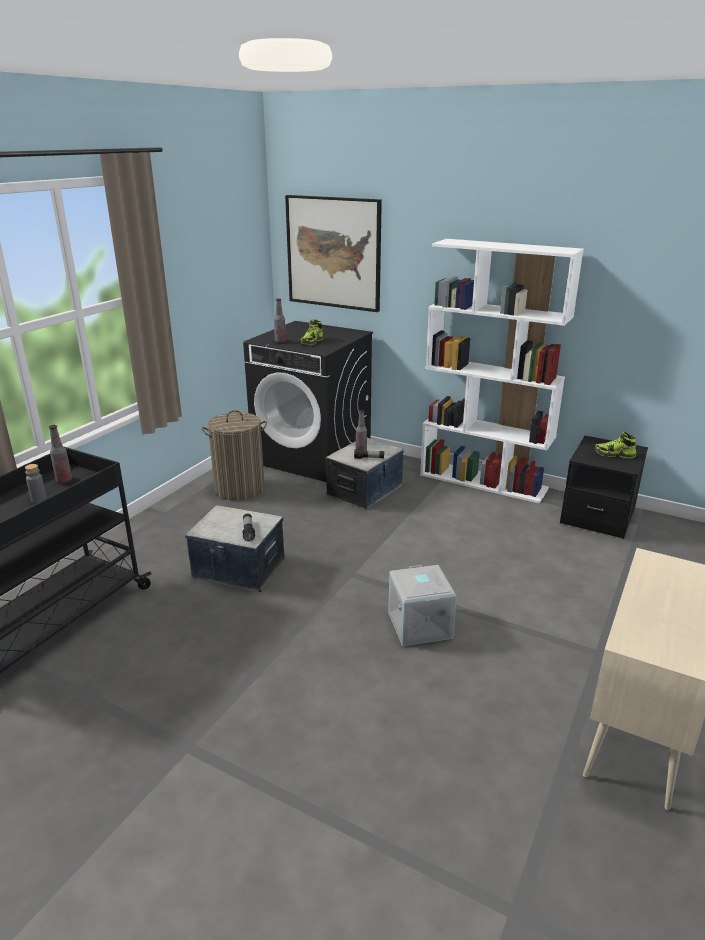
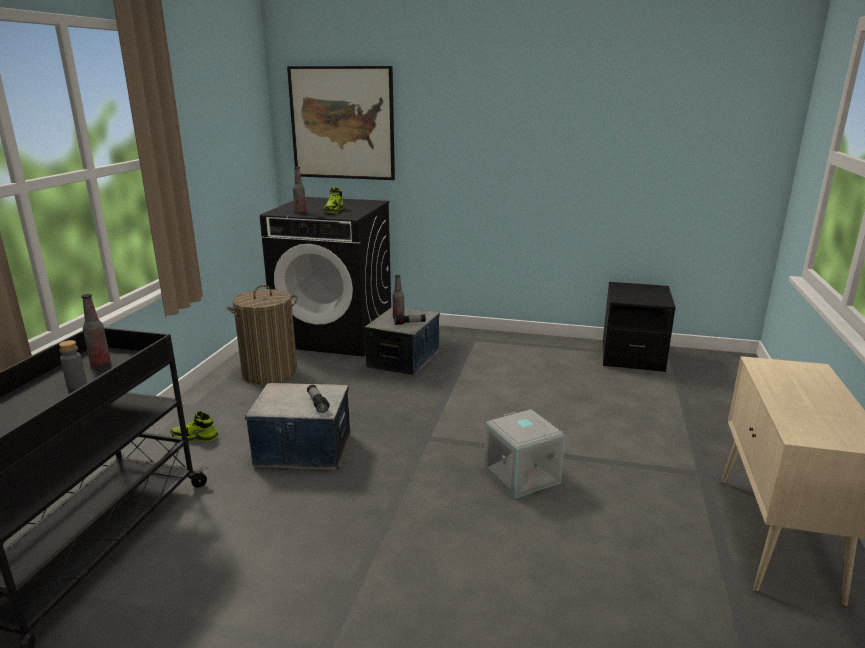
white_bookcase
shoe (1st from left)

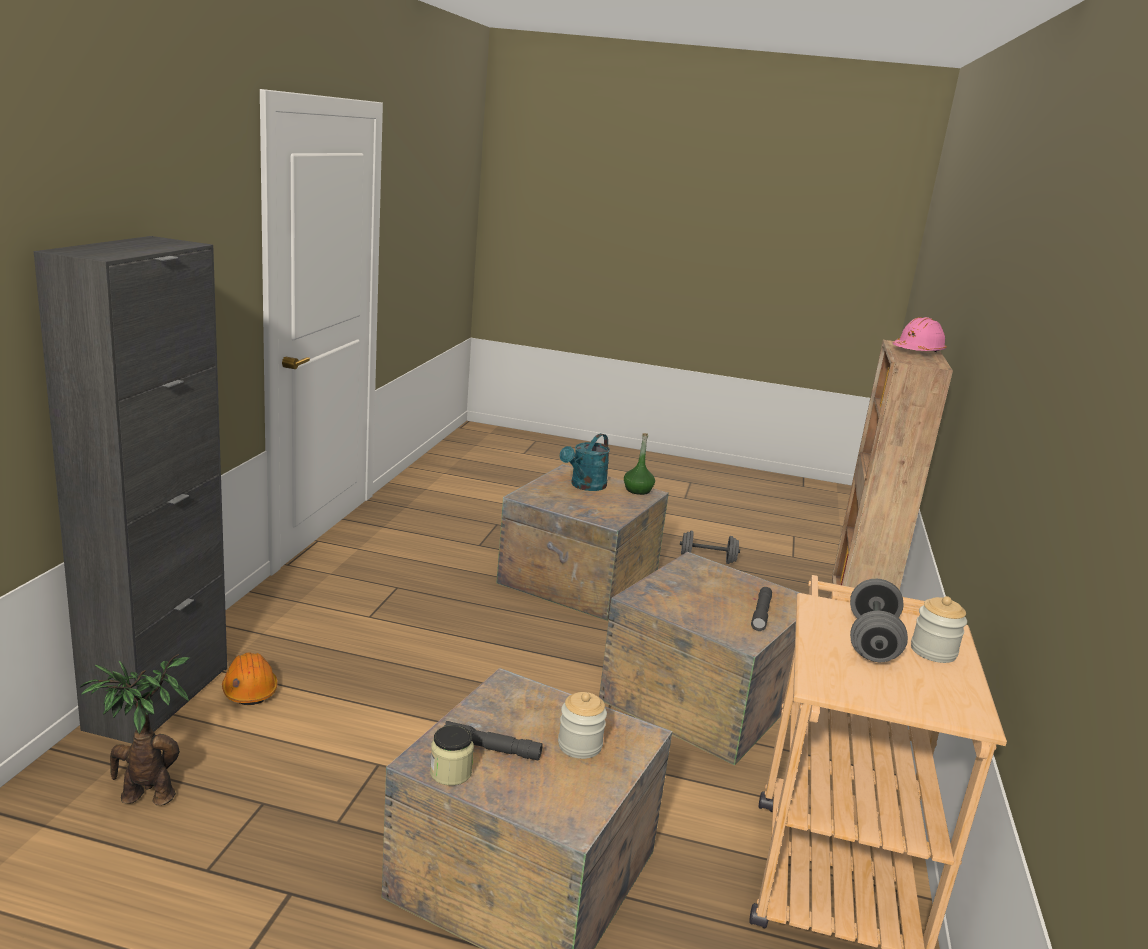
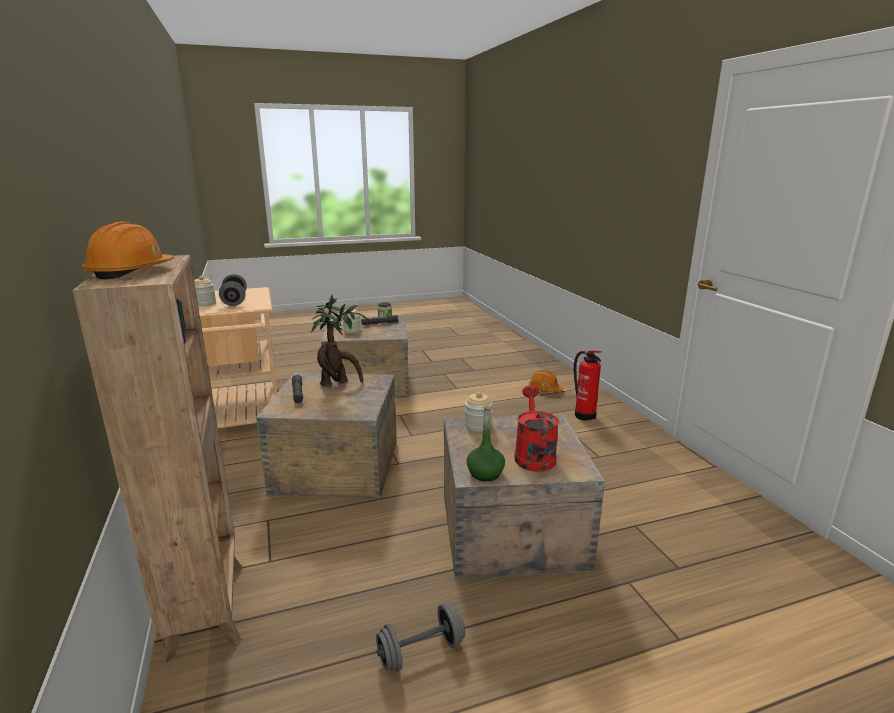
black_cabinet
jar (4th from left)
fire_extinguisher
potted_plant
red_watering_can
orange_hard_hat (1st from left)

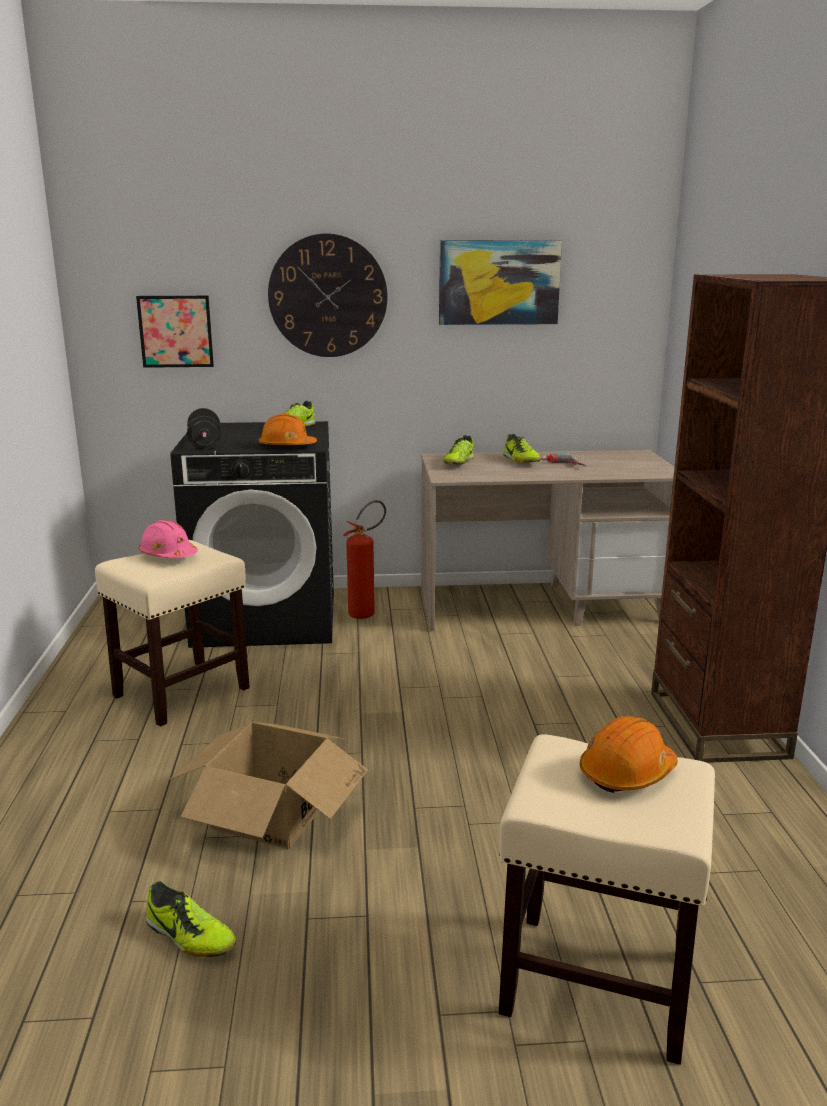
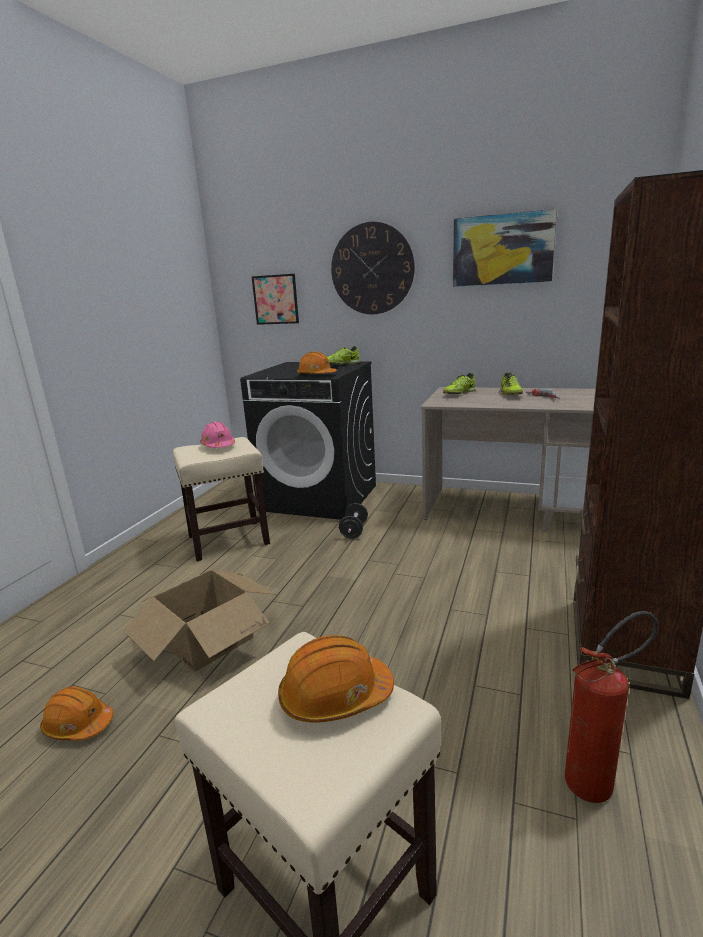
black_dumbbell
fire_extinguisher
orange_hard_hat (1st from left)

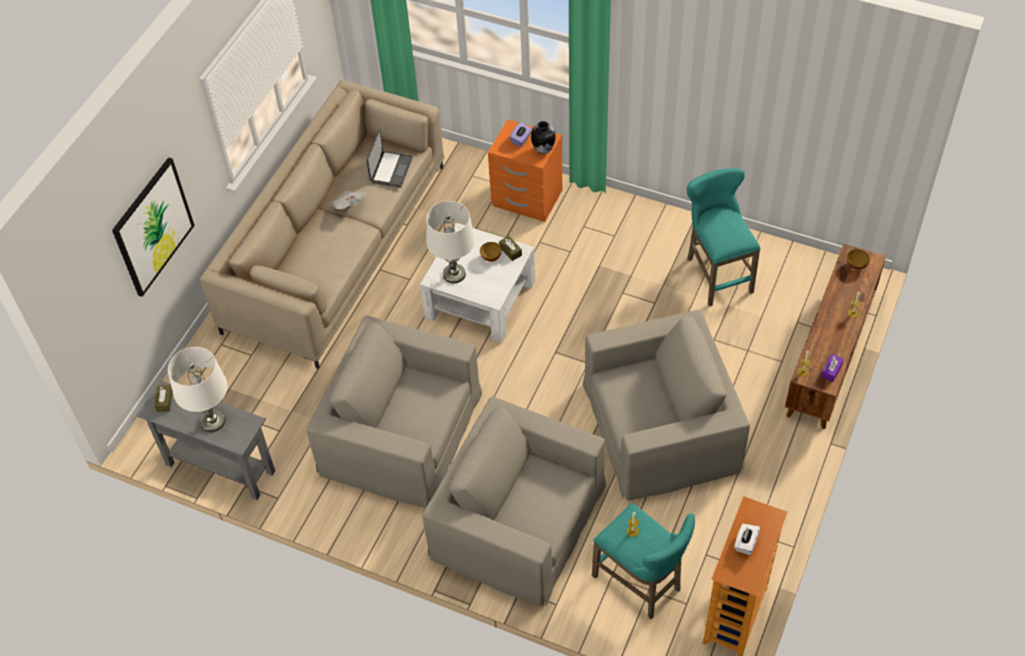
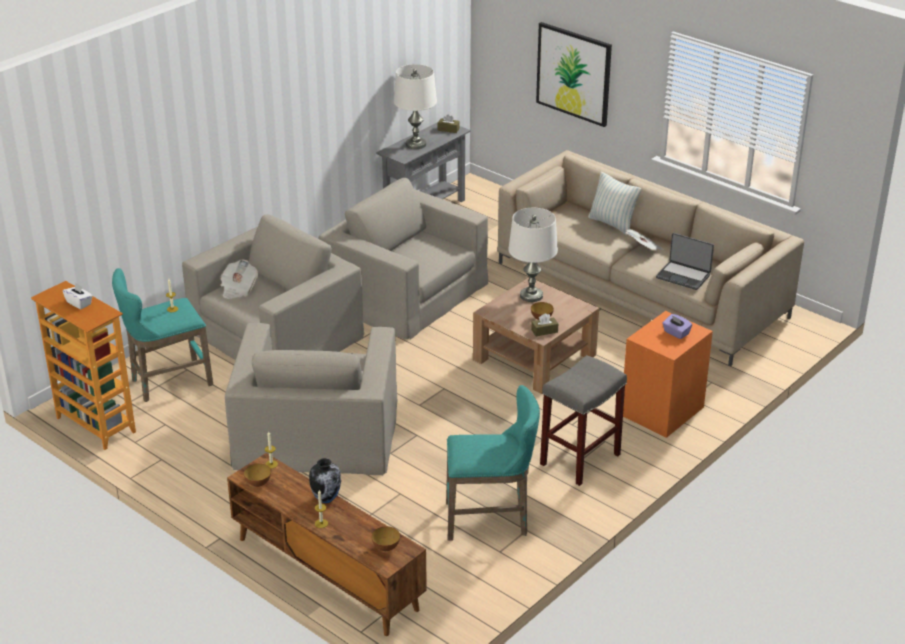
newspaper (1st from left)
grey_stool
pillow
vase
bowl (1st from left)
brown_coffee_table
beige_armchair (3rd from left)

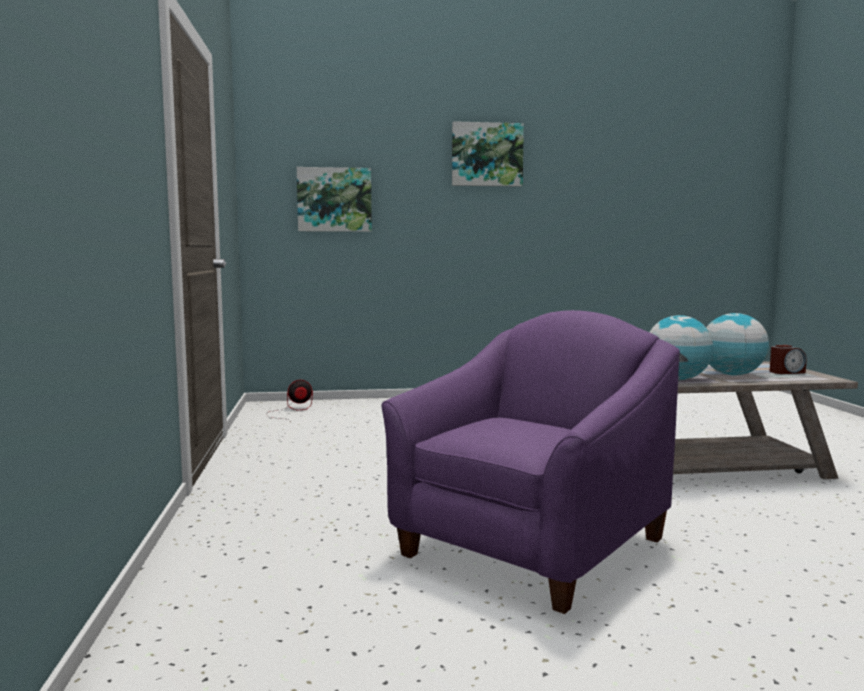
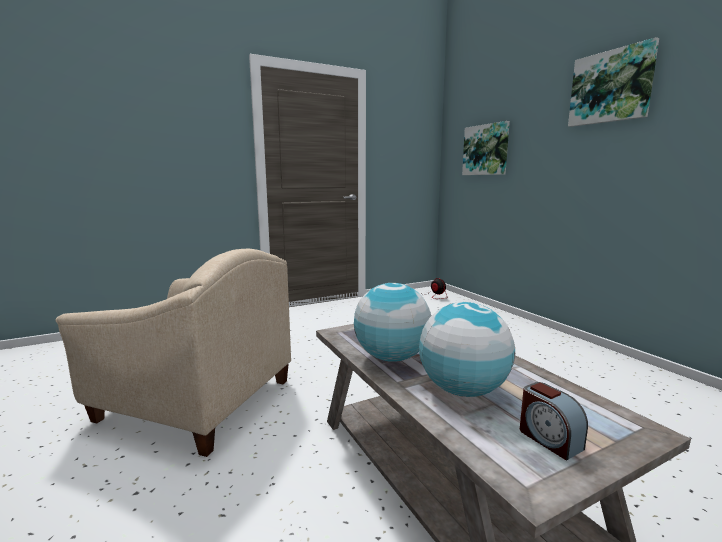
beige_armchair

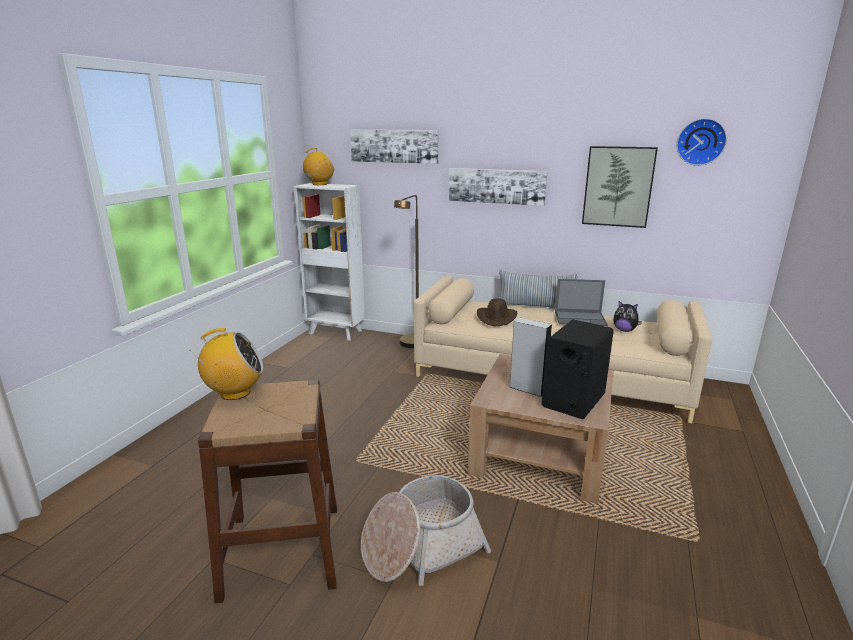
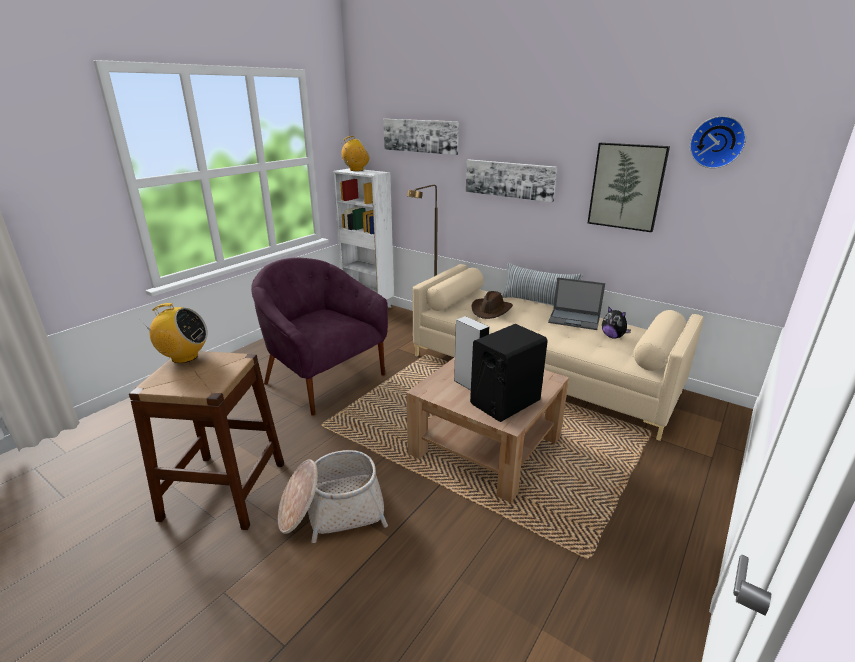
purple_armchair

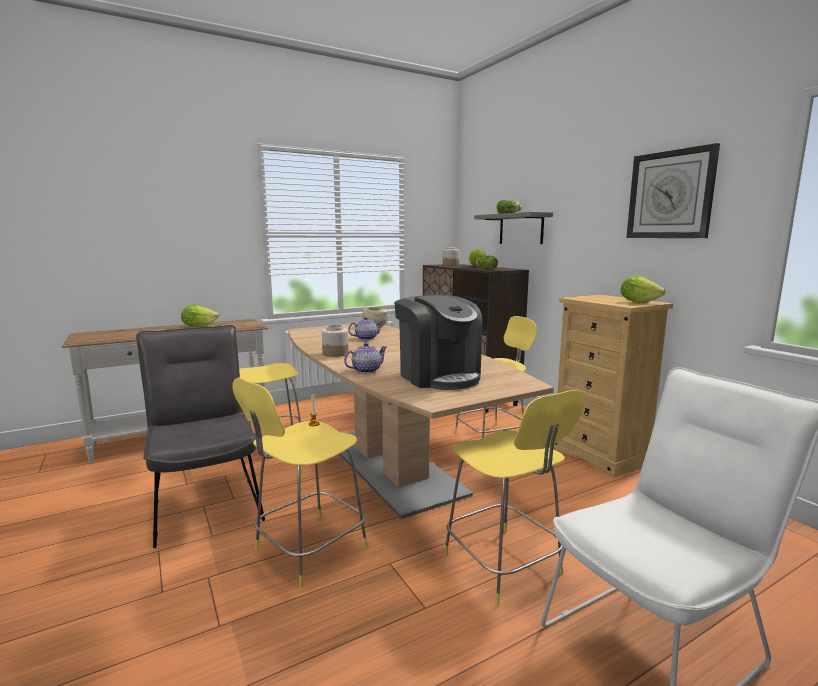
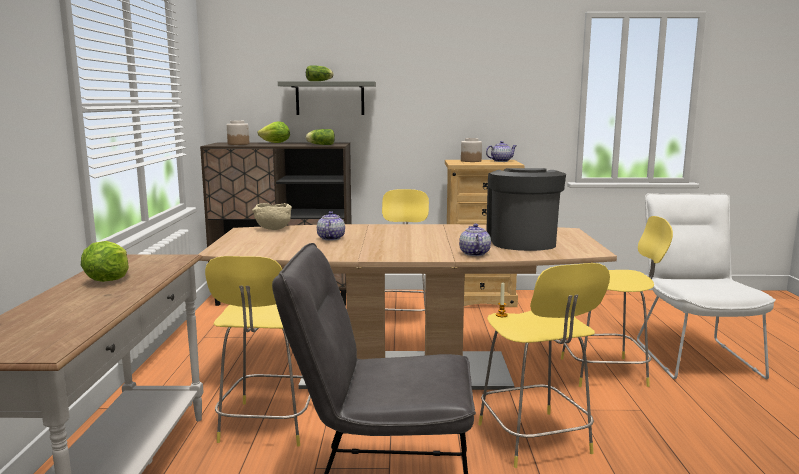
wall_clock
jar (2nd from left)
teapot (3rd from left)
coffee_machine

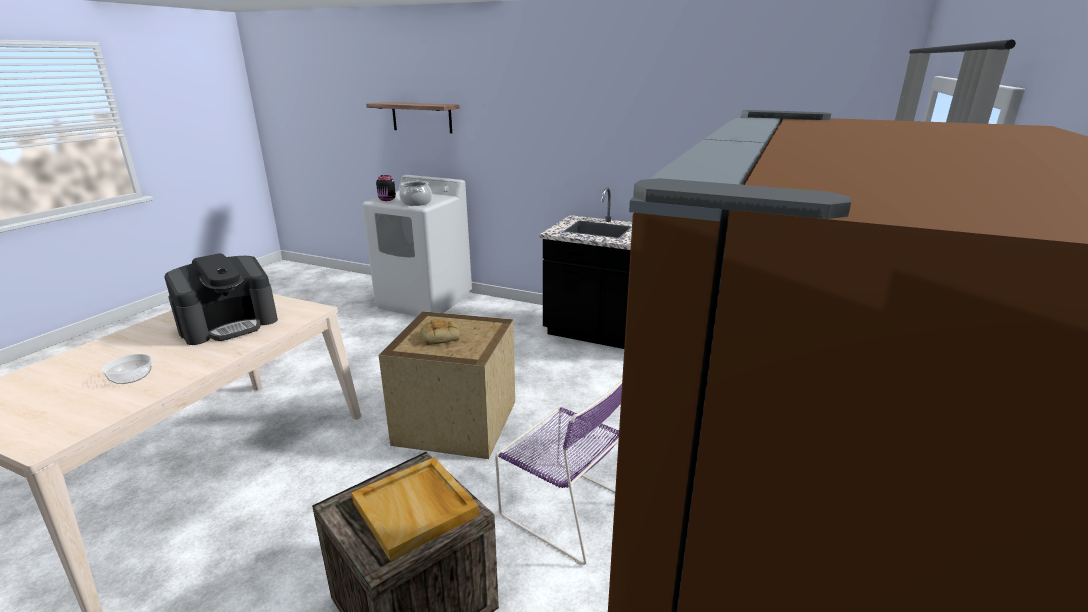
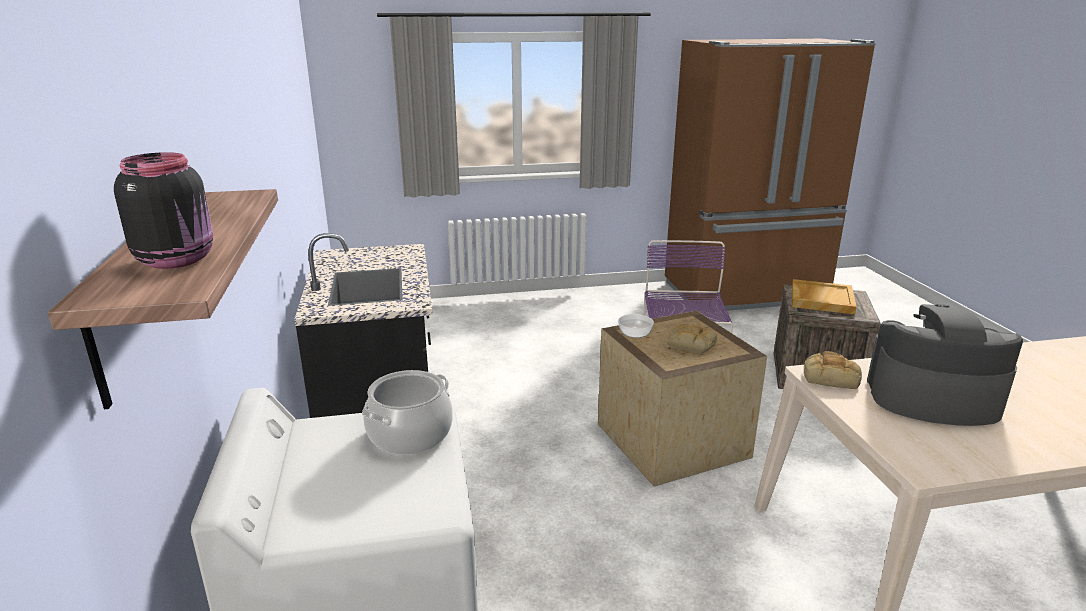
bread (2nd from left)
bowl
black_jar

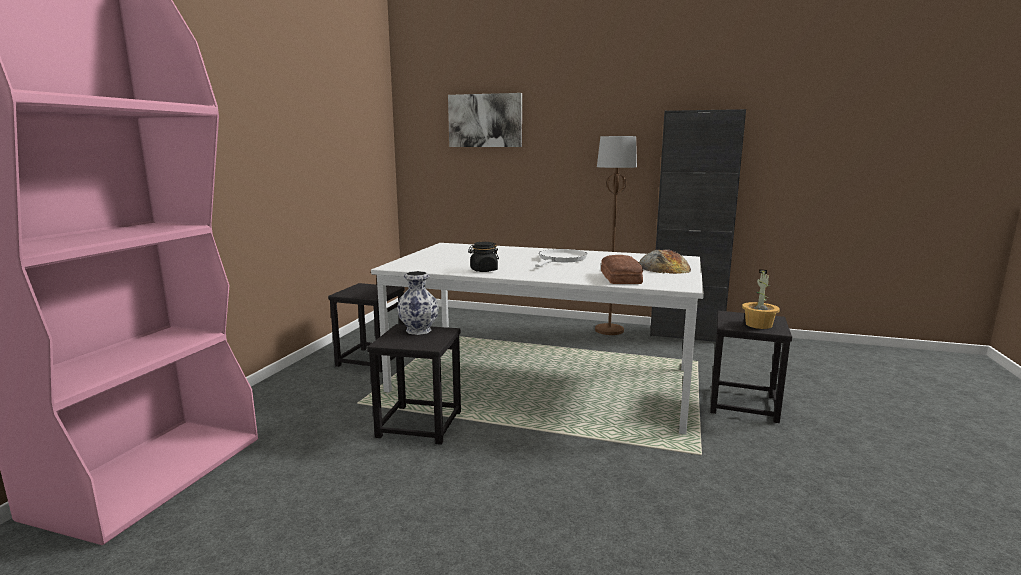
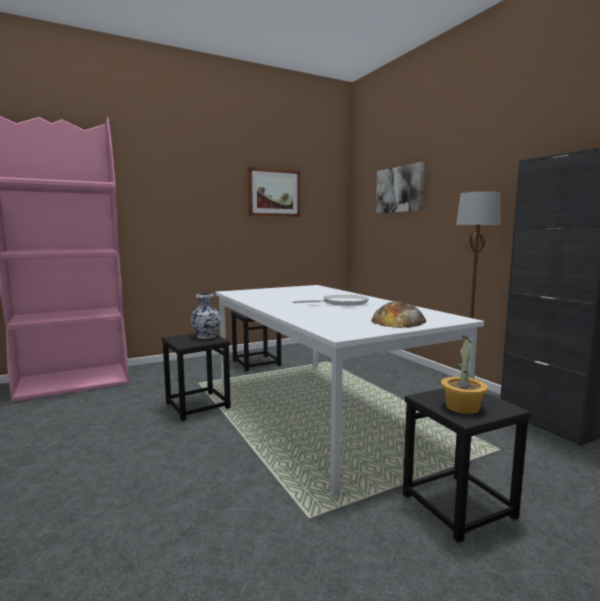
black_jar
bread (1st from left in the first image)
picture (1st from left)

